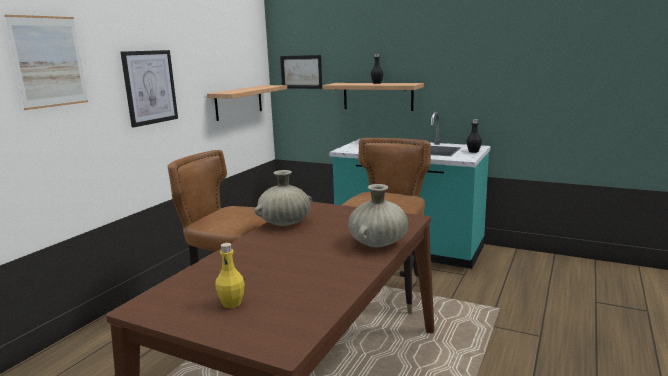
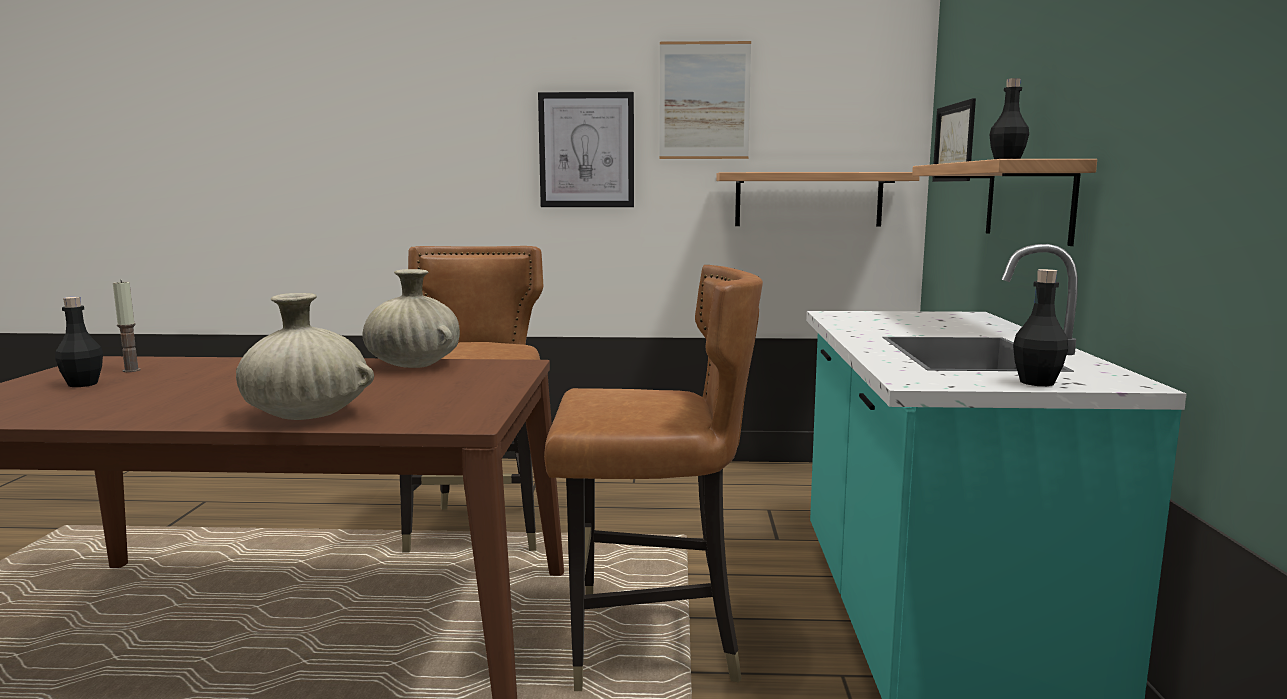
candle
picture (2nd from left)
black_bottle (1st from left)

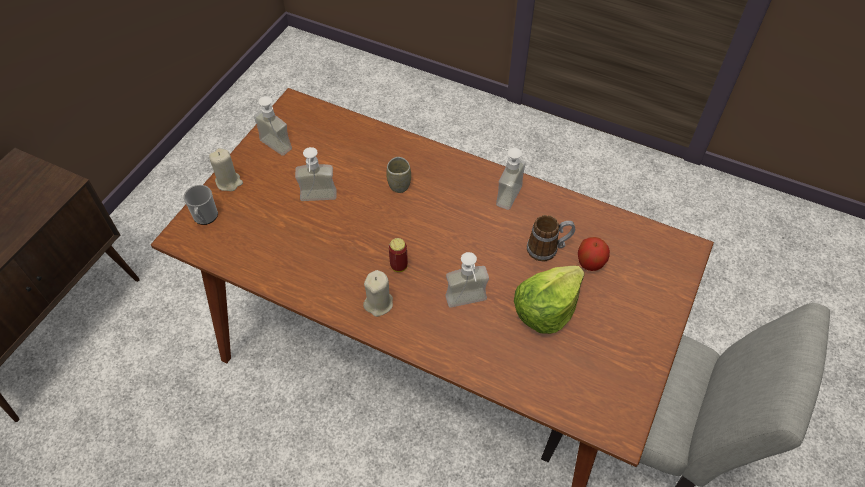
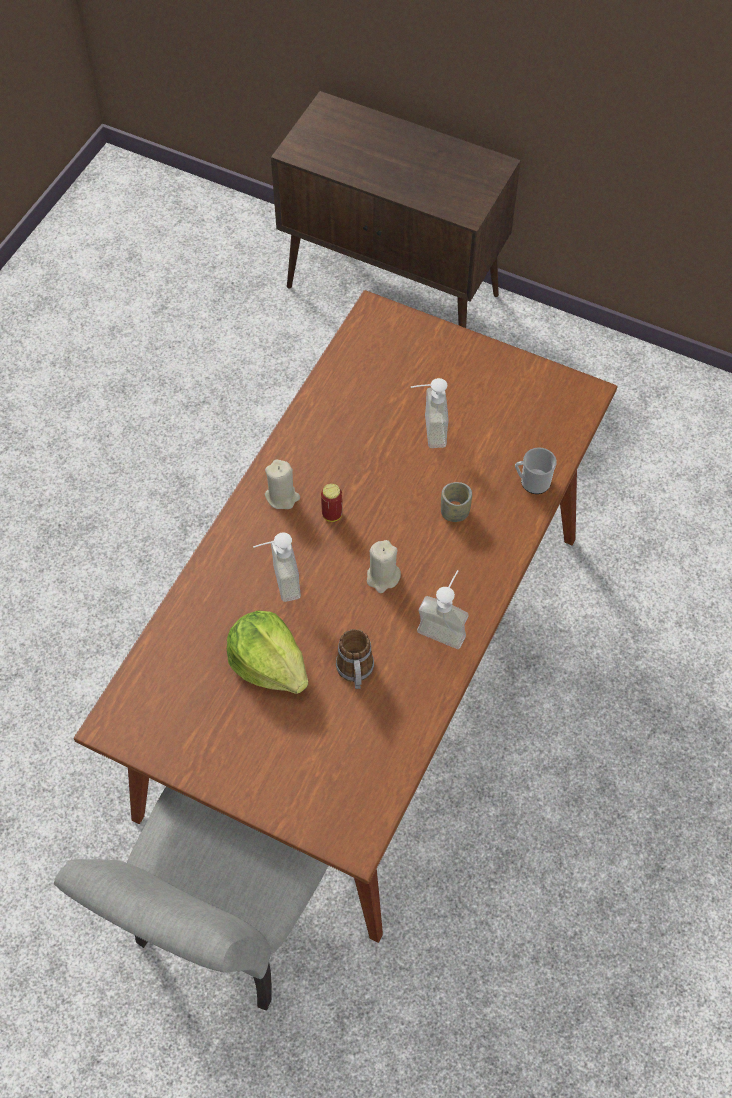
soap_dispenser (1st from left in the first image)
apple
mug (2nd from left)
beige_candle (2nd from left)

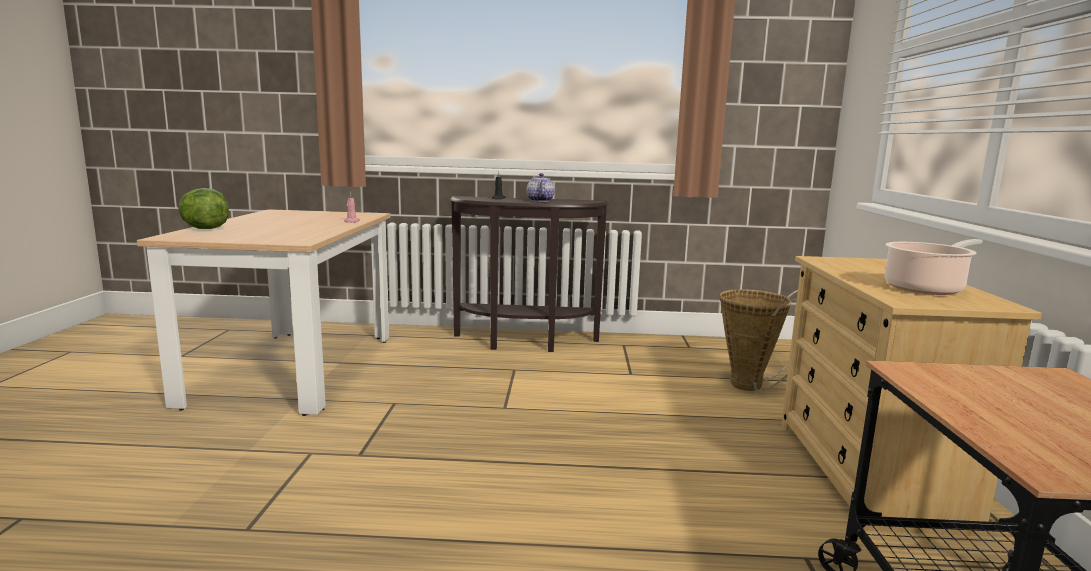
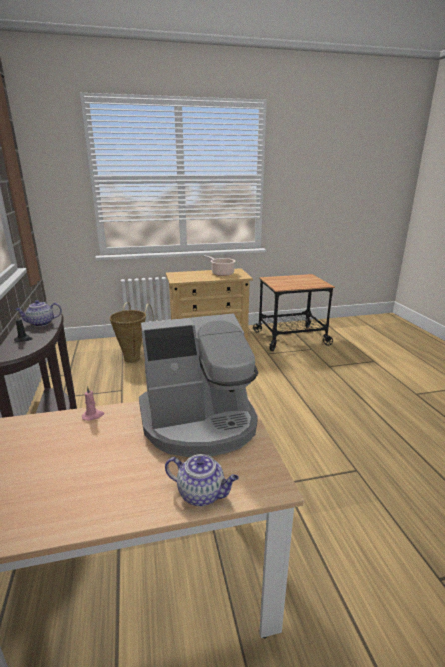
coffee_machine
teapot (2nd from left)

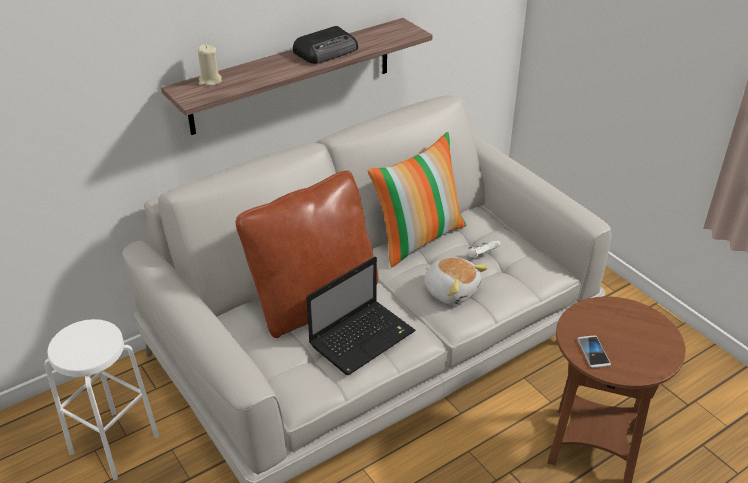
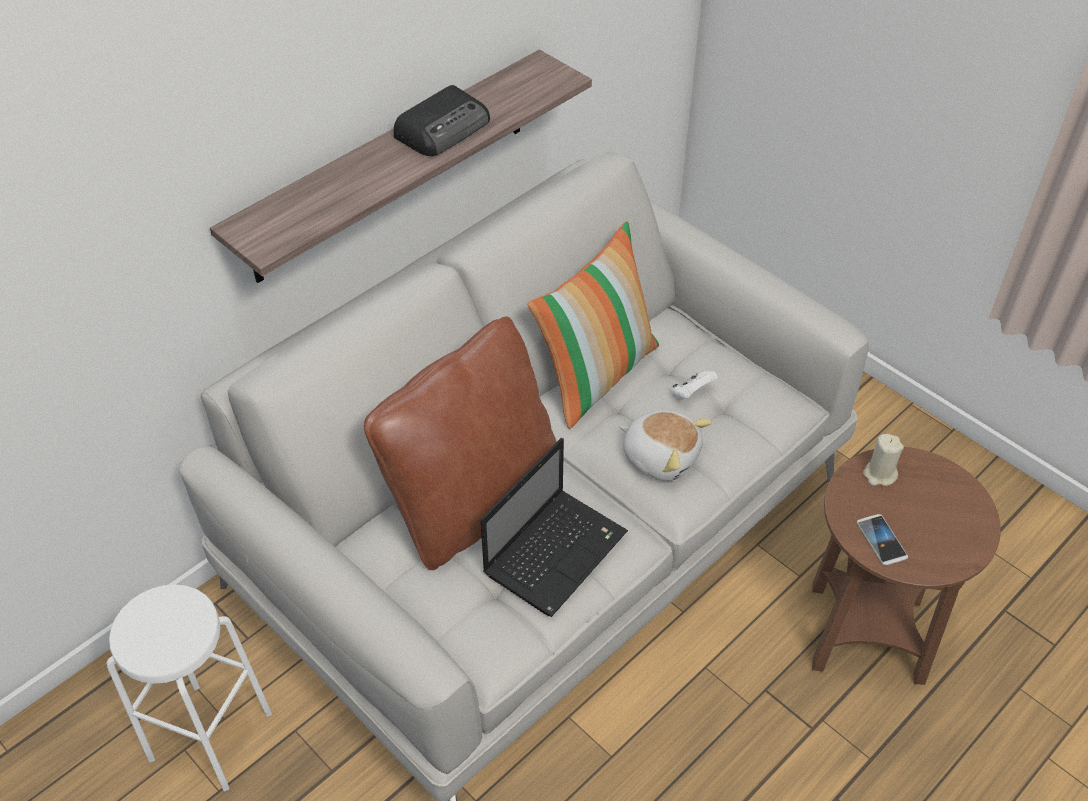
beige_candle

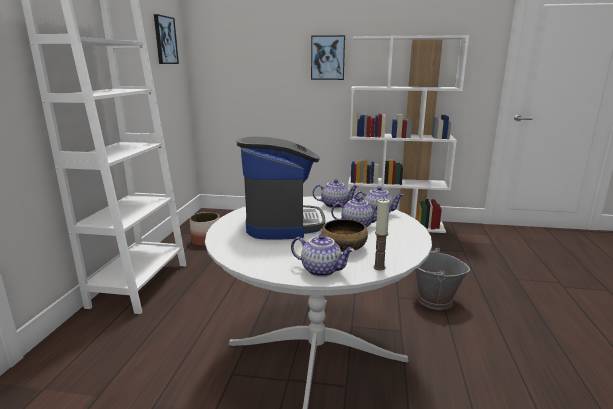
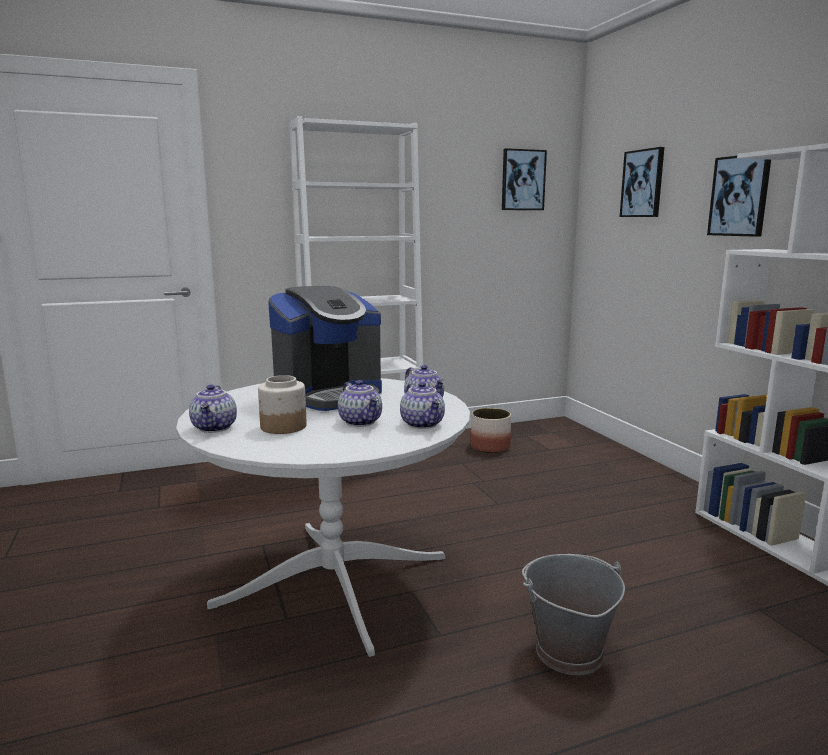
candle
picture (2nd from left)
jar

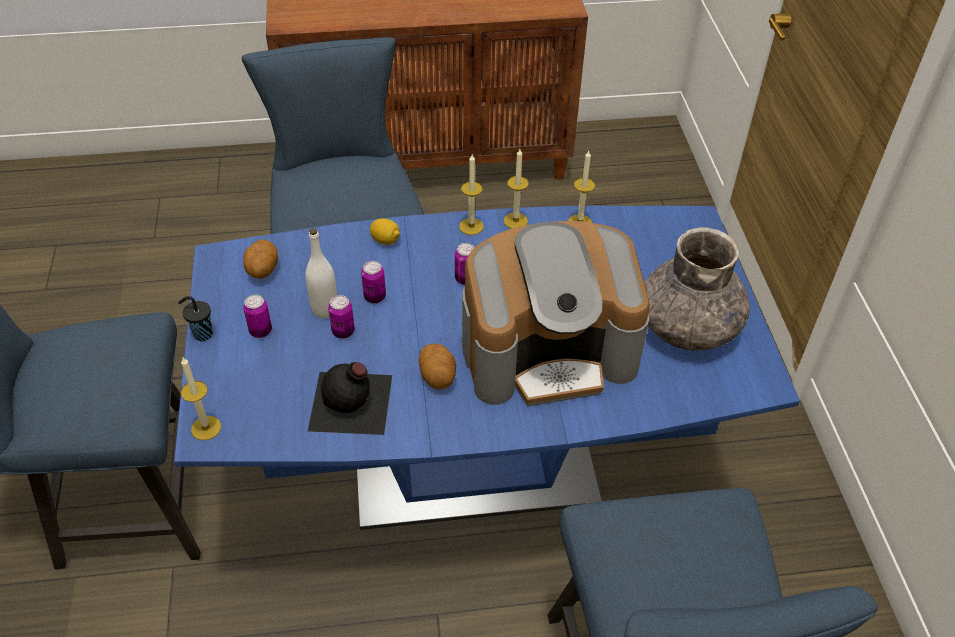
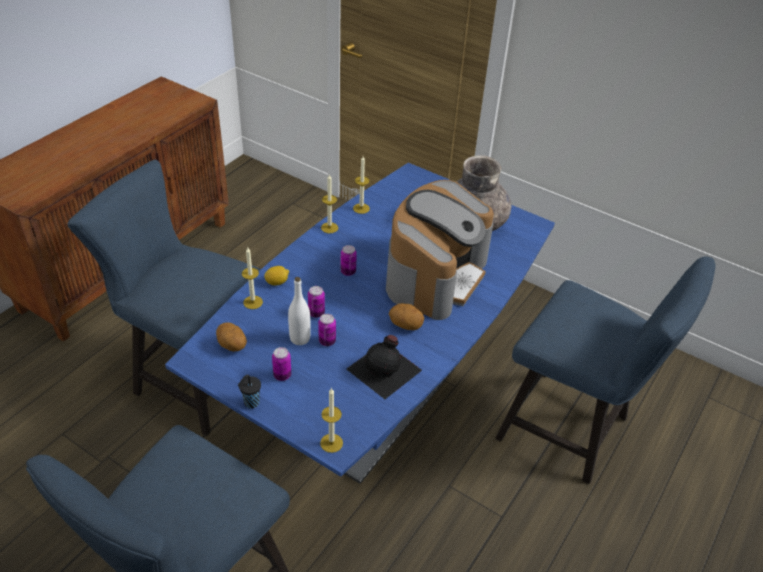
candle (1st from left)

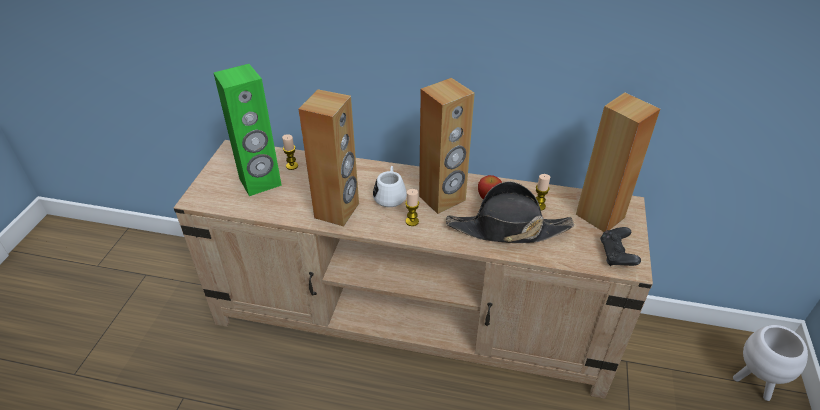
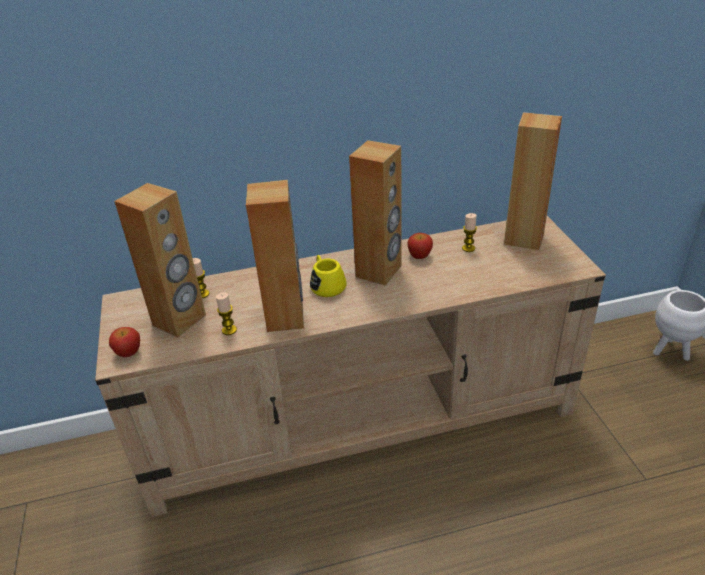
black_hat
black_game_controller
apple (1st from left)
candle (2nd from left)
brown_speaker (1st from left)
yellow_mug

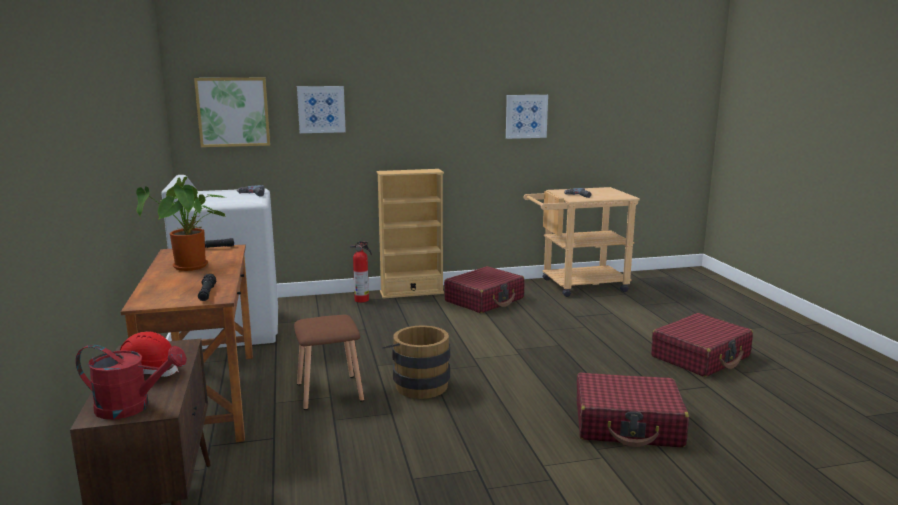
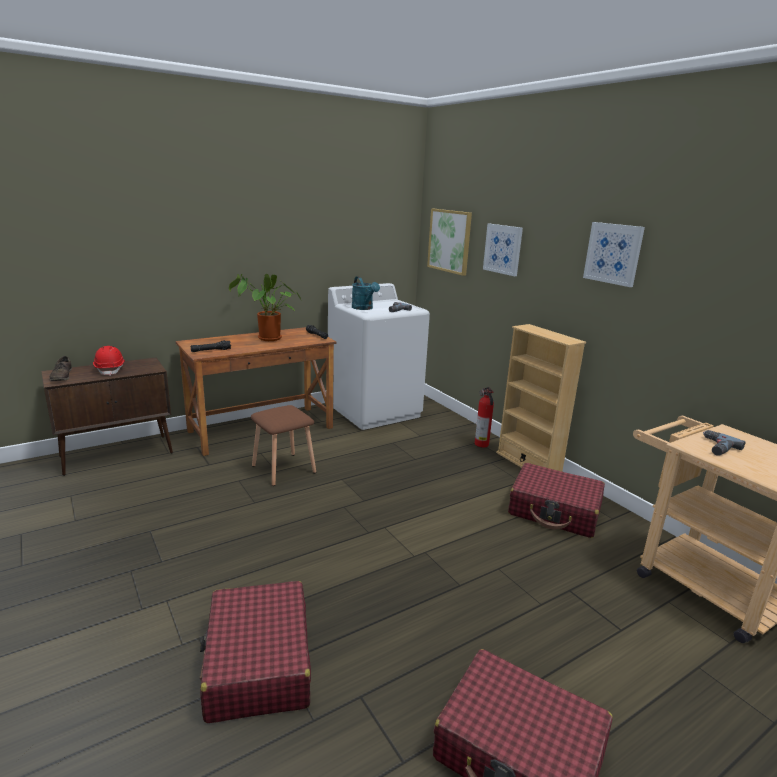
brown_bucket
turquoise_watering_can
picture (3rd from left)
brown_shoe

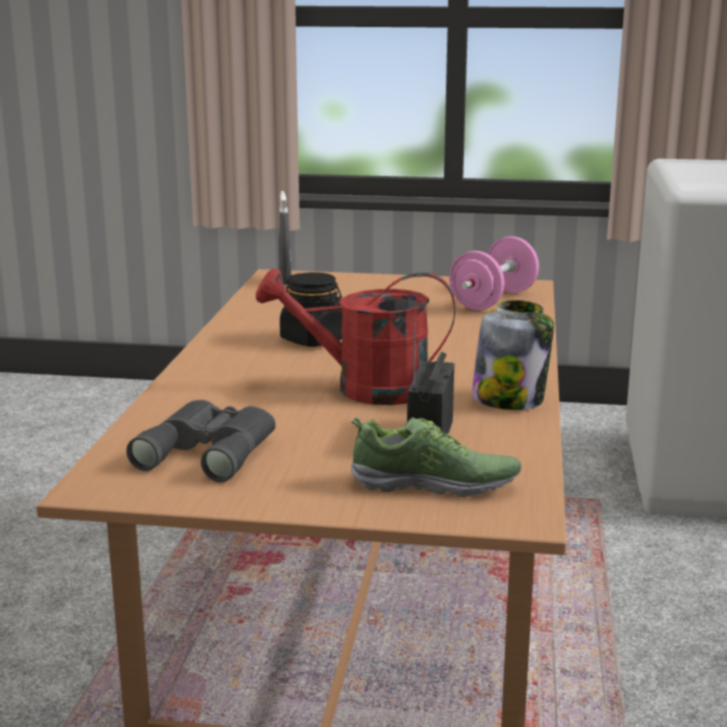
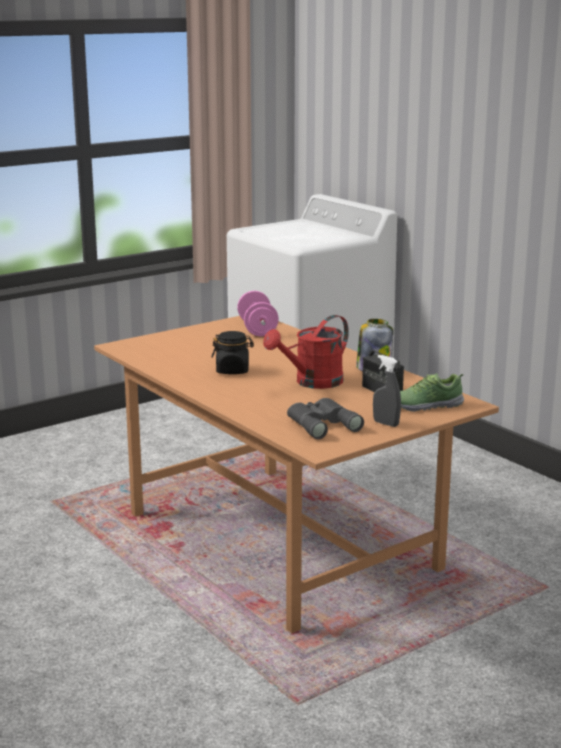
grey_spray_bottle
shoe

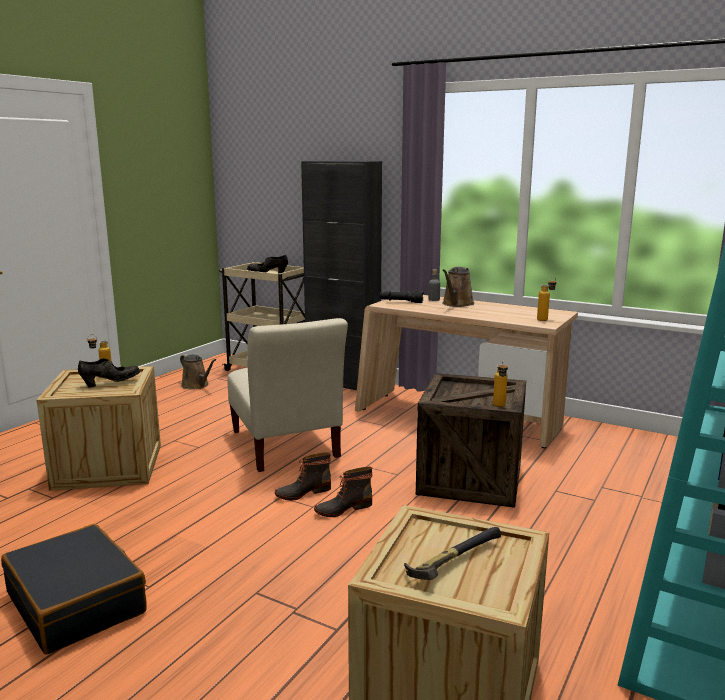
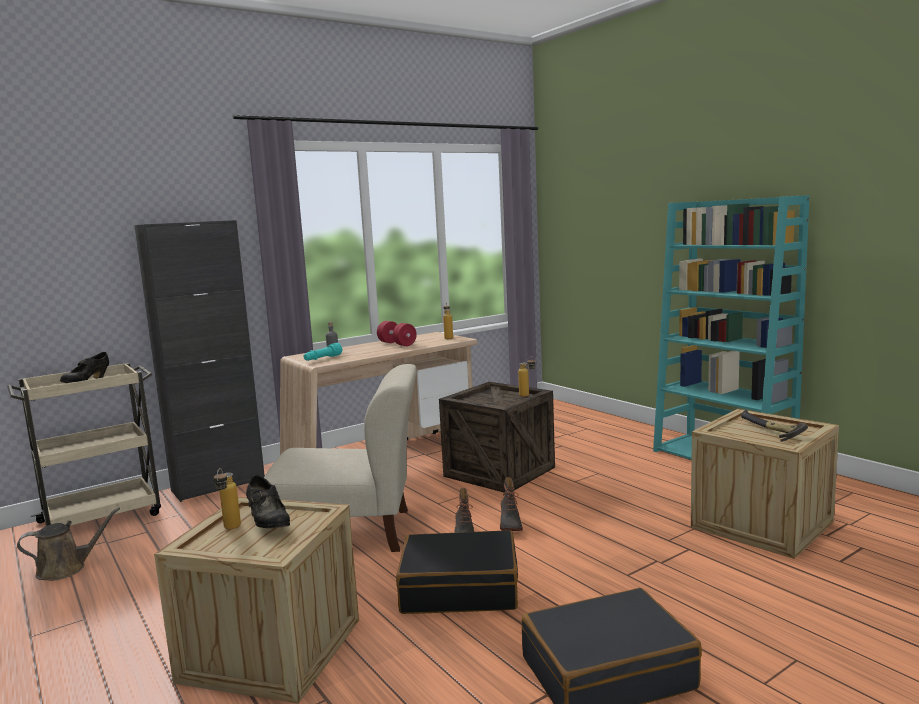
brown_watering_can (2nd from left in the first image)
red_dumbbell
black_suitcase (1st from left)
turquoise_flashlight
black_shoe (2nd from left)

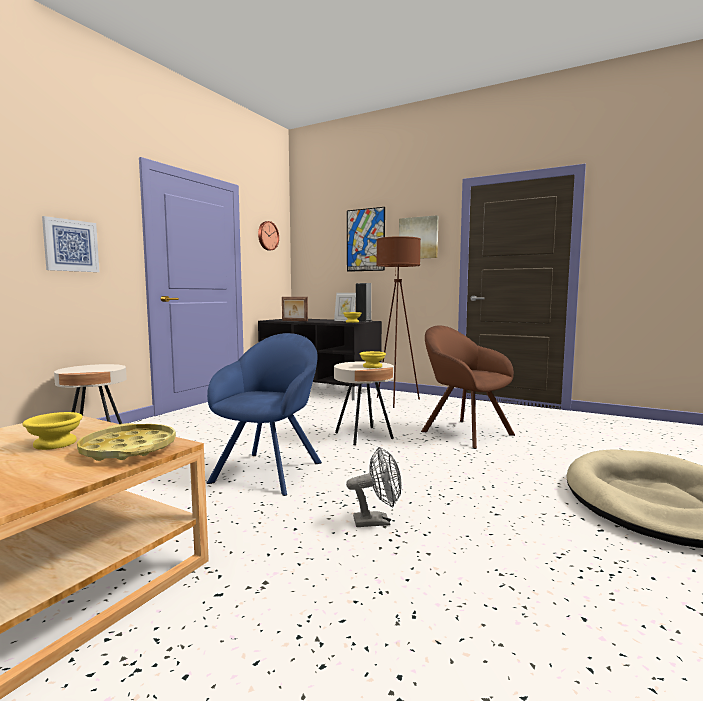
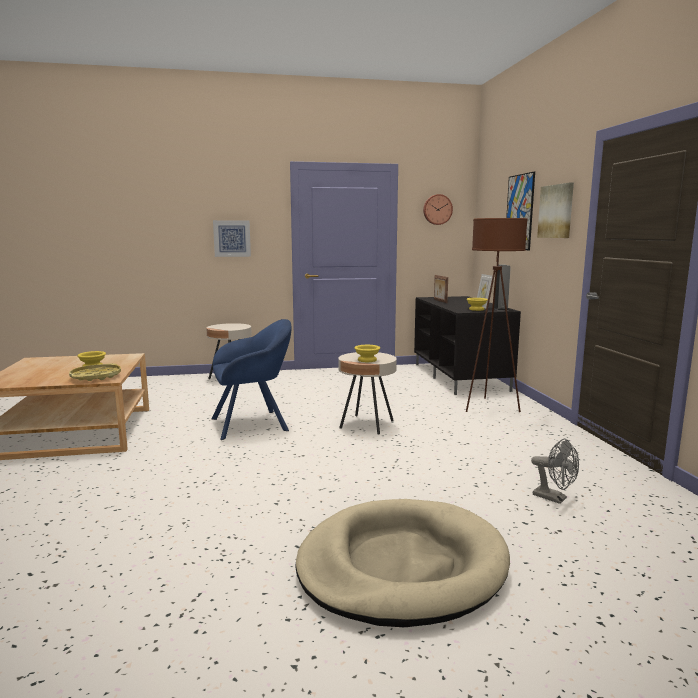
brown_armchair
grey_fan

